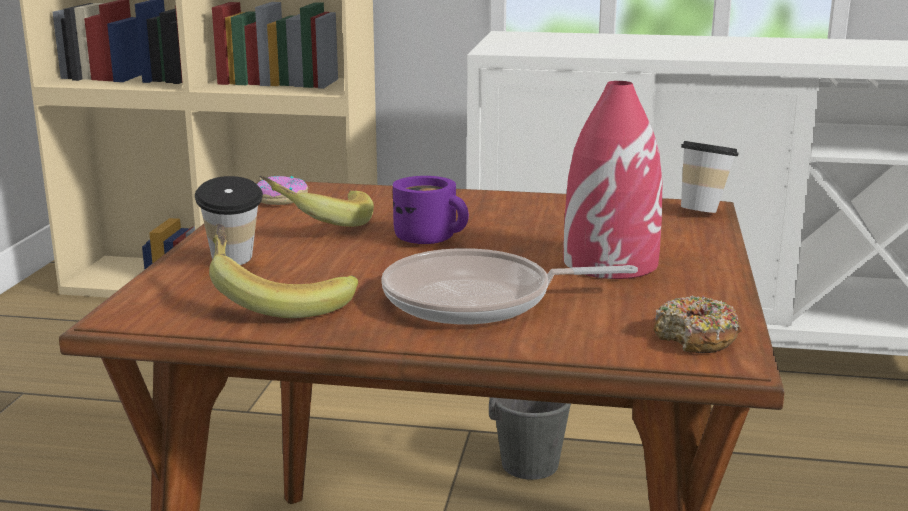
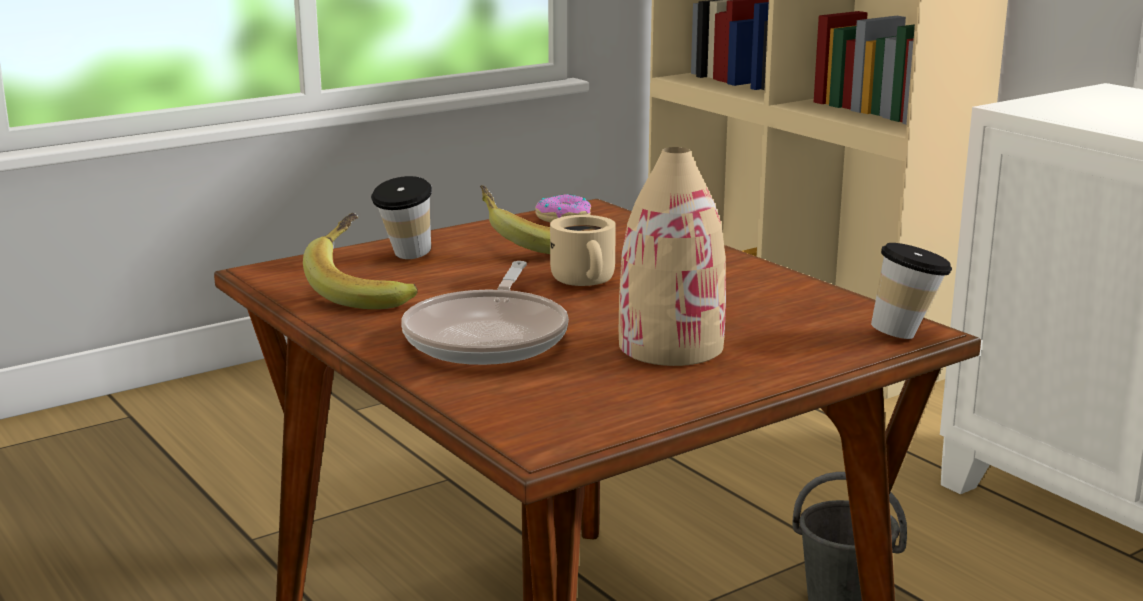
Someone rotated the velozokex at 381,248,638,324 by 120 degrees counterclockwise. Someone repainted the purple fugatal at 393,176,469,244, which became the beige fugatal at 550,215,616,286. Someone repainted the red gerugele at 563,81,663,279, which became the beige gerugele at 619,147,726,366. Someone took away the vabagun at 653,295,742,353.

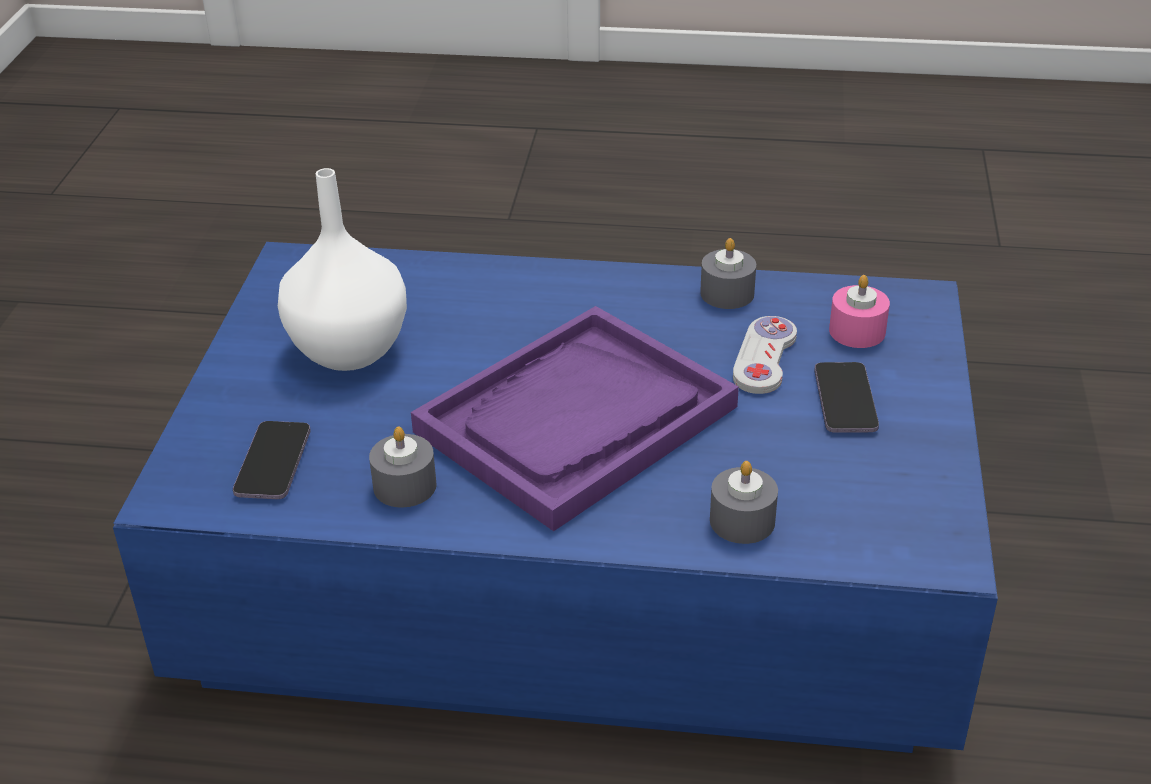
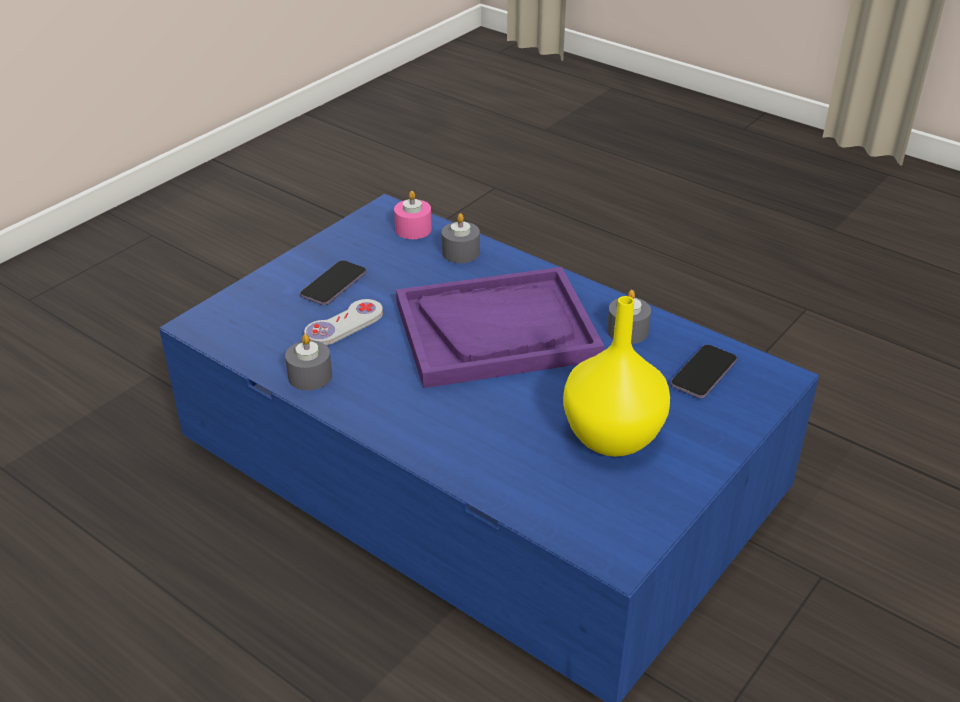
Someone carried the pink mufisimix from 829,275,890,348 to 394,191,432,239. Someone repainted the white gerugele at 278,168,407,371, which became the yellow gerugele at 563,296,670,457.

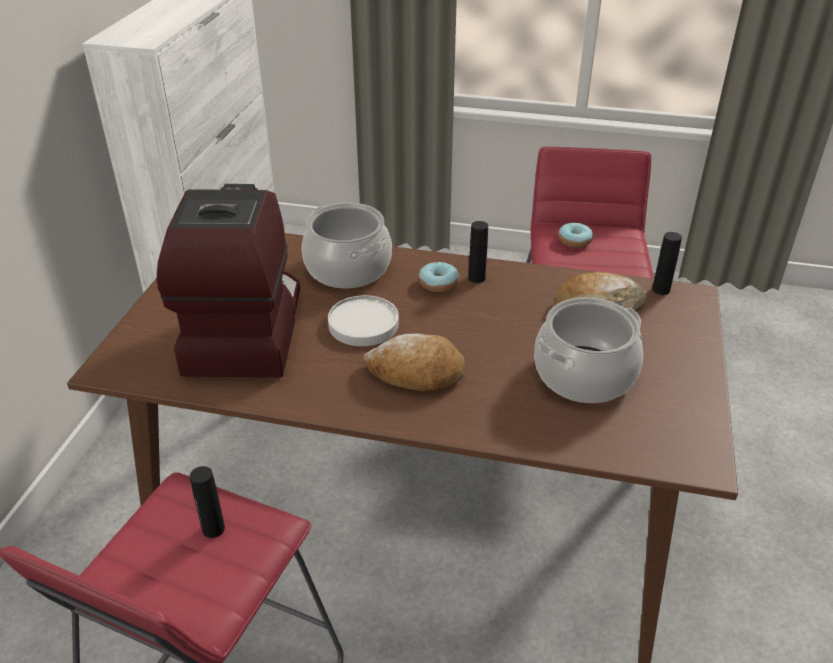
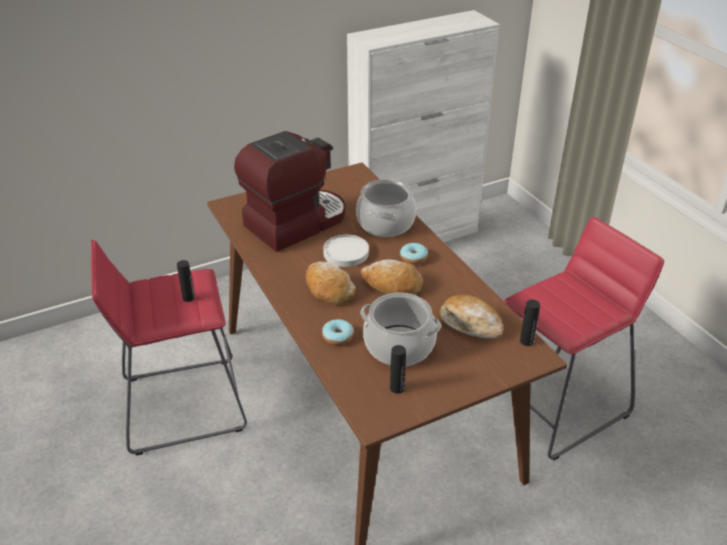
Someone carried the vabagun from 558,222,593,248 to 322,319,354,345. Someone put down the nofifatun at 361,259,423,294. Someone carried the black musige from 469,221,488,283 to 390,345,406,394.

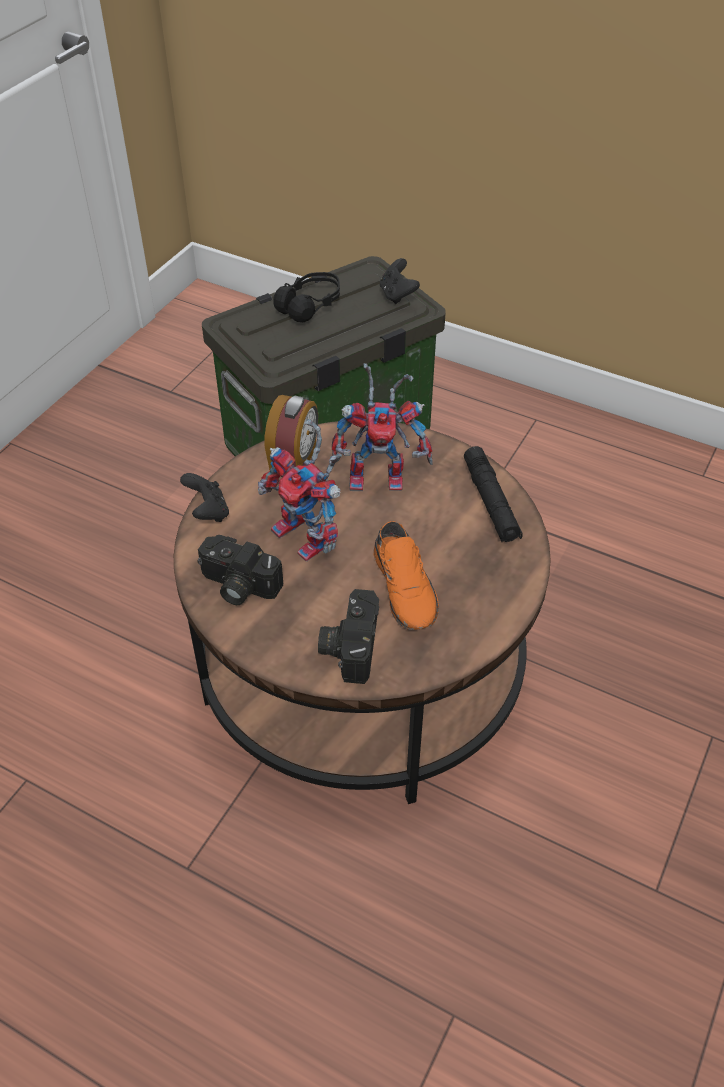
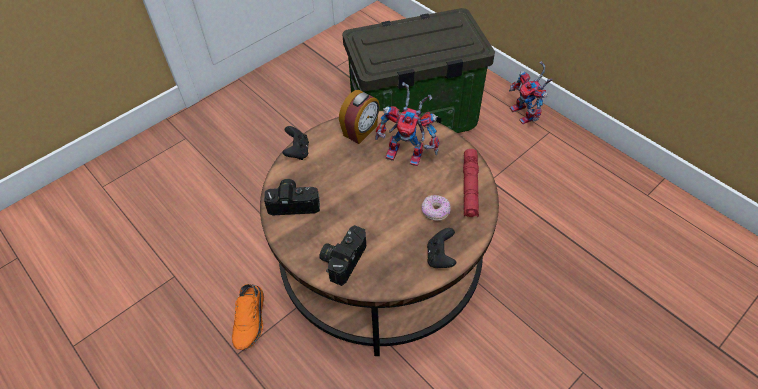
Someone carried the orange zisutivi from 374,521,439,630 to 232,284,264,350. Someone rotated the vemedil at 198,535,284,605 by 135 degrees clockwise. Someone put down the vabagun at 422,195,451,221. Someone carried the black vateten from 380,258,420,304 to 427,228,456,268. Someone repainted the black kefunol at 464,446,523,542, which became the red kefunol at 463,149,479,218. Someone carried the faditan from 258,419,342,561 to 509,61,552,124. Someone took away the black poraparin at 273,272,340,322.

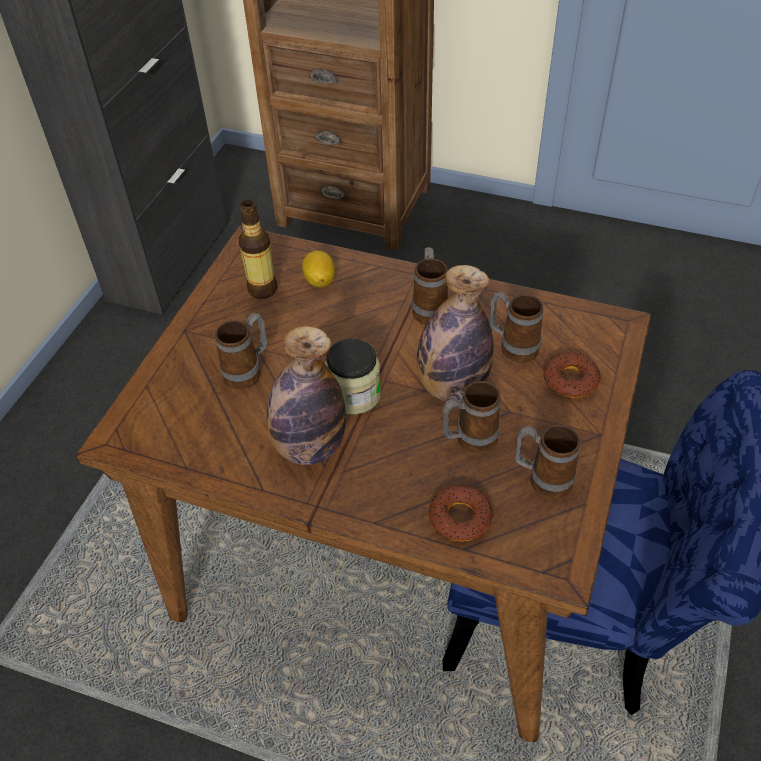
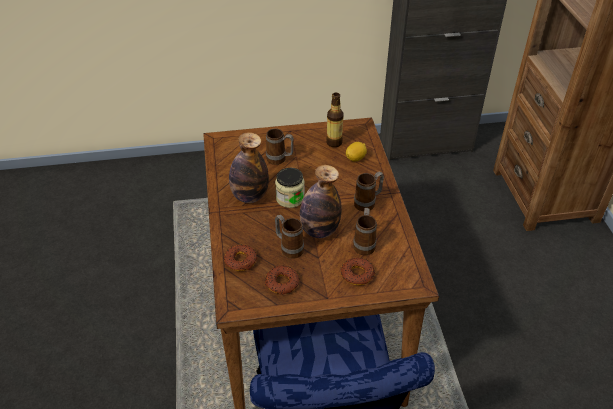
Someone swapped the fugatal at 515,425,581,499 for the vabagun at 265,265,299,294.

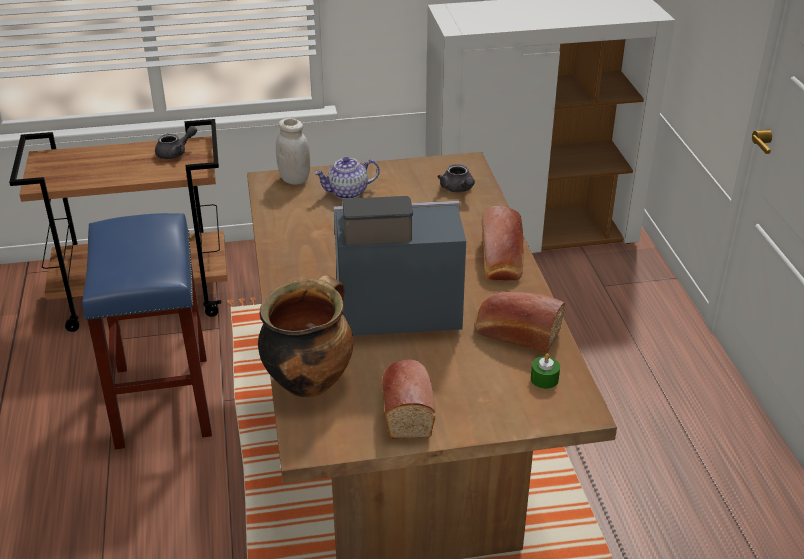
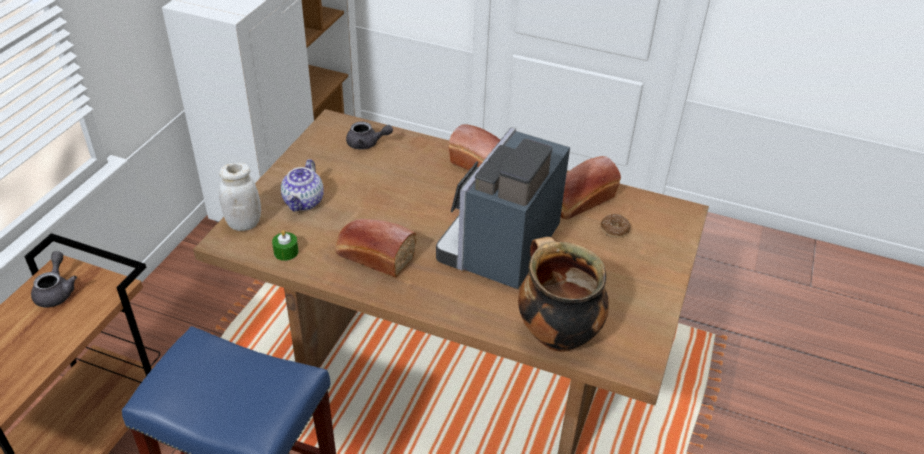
Someone carried the green mufisimix from 531,354,560,389 to 272,230,299,261. Someone carried the nofifatun from 382,359,435,439 to 335,219,416,278. Someone put down the vabagun at 601,214,630,237.

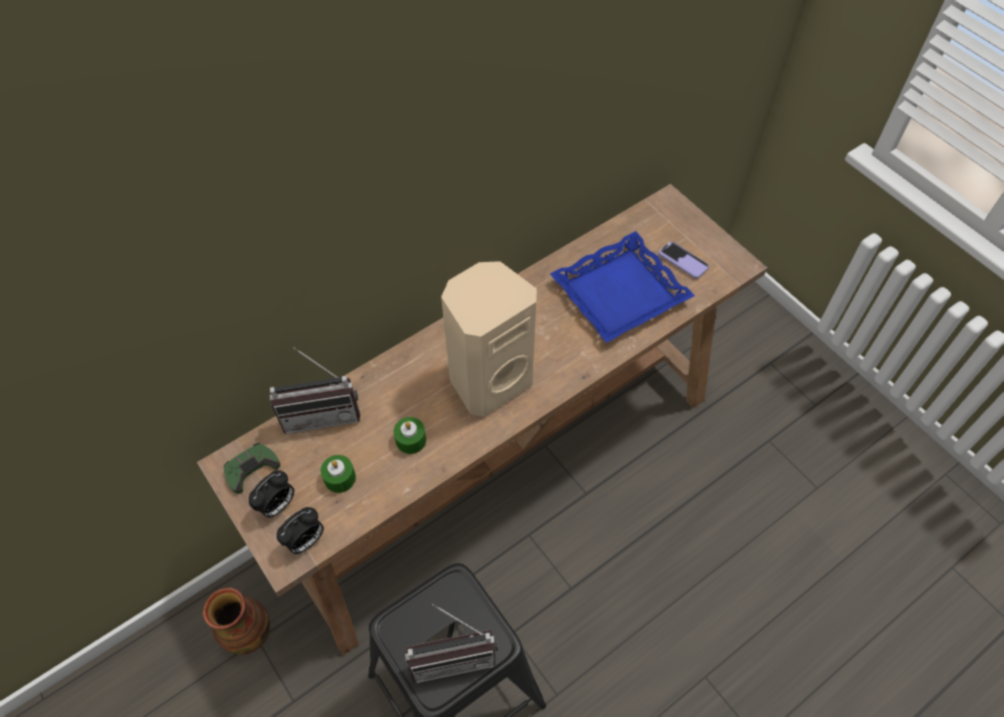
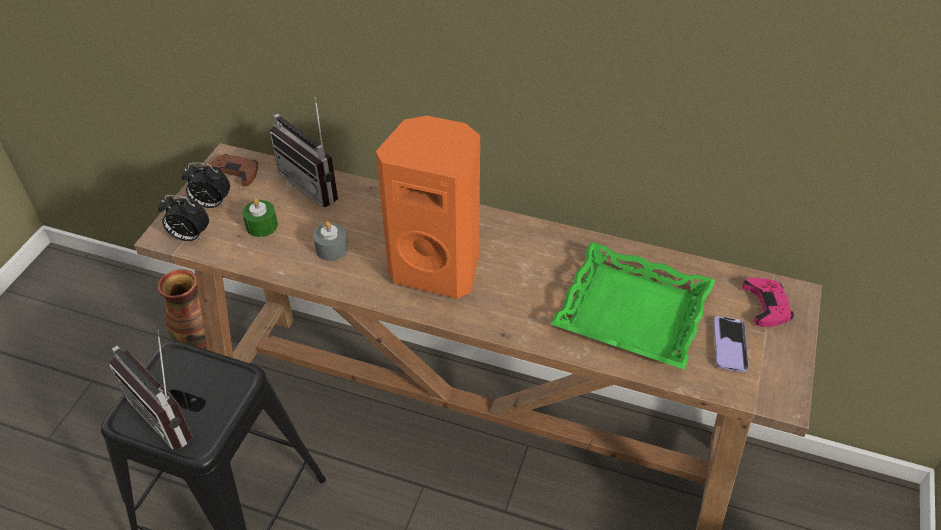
Someone repainted the green vateten at 224,443,280,494, which became the brown vateten at 207,154,258,186. Someone repainted the green mufisimix at 394,417,426,454, which became the grey mufisimix at 313,221,348,261. Someone repainted the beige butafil at 441,261,537,417, which became the orange butafil at 376,116,480,299. Someone repainted the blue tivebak at 550,231,695,343, which became the green tivebak at 551,242,715,370. Someone put down the pink vateten at 742,278,794,327.

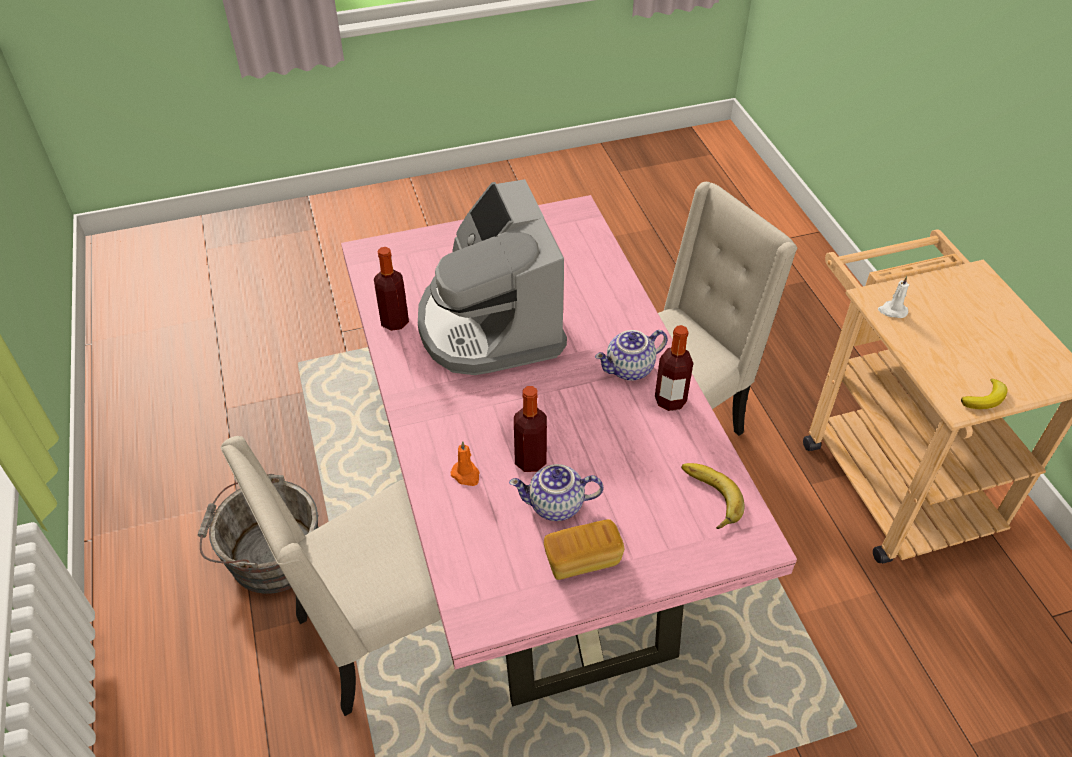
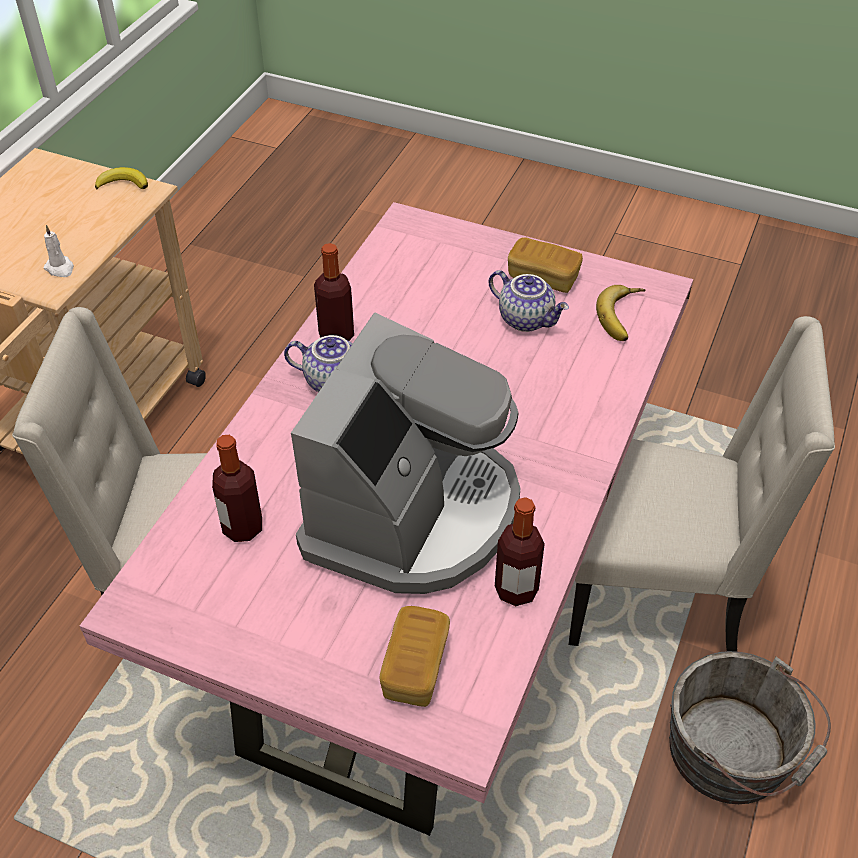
Someone carried the musige from 514,386,547,472 to 212,435,262,542. Someone put down the nofifatun at 380,606,450,707. Someone carried the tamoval from 681,463,745,529 to 596,285,645,341. Someone took away the orange mufisimix at 450,441,480,486.

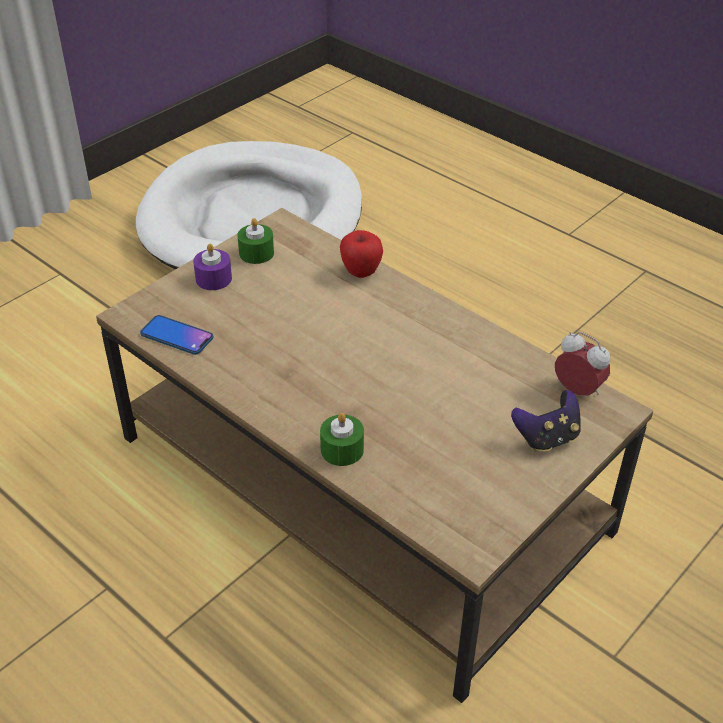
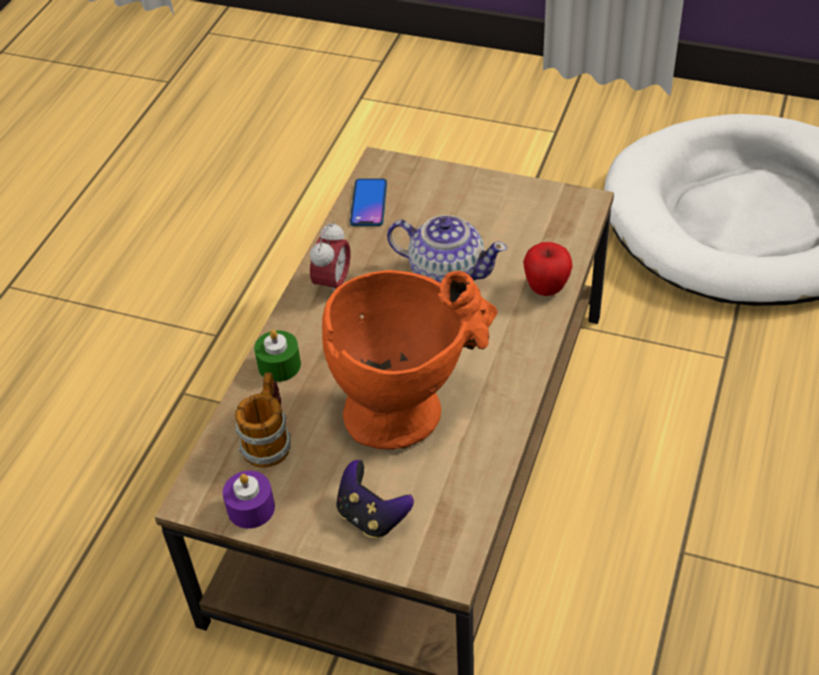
Someone carried the purple mufisimix from 193,243,232,290 to 223,471,275,529. Someone put down the fugatal at 235,372,291,467. Someone carried the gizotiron from 555,332,611,396 to 310,222,351,292. Someone put down the orange gerugele at 322,270,498,450. Someone put down the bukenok at 387,215,507,283. Someone took away the green mufisimix at 237,218,274,264.

